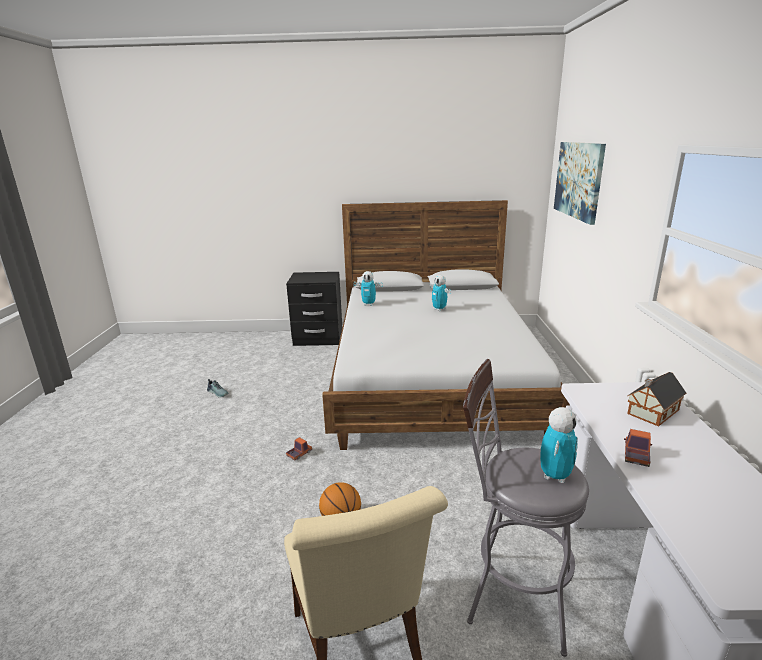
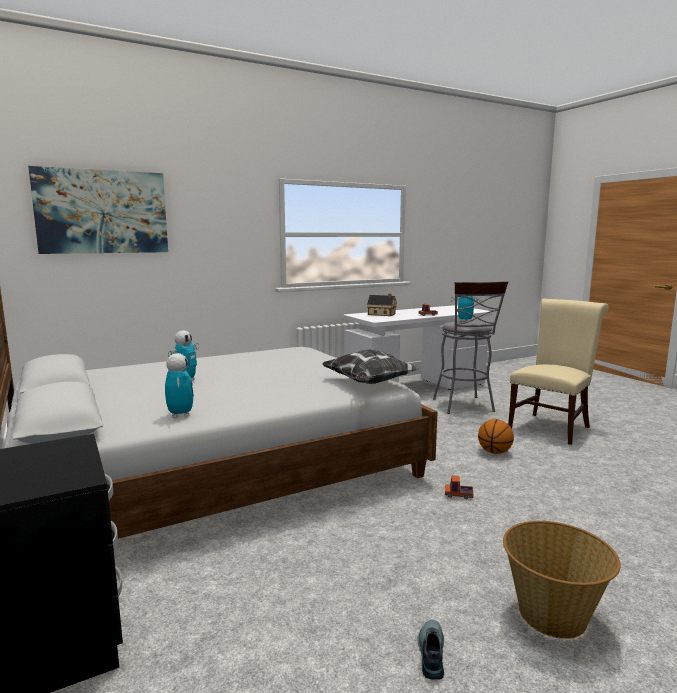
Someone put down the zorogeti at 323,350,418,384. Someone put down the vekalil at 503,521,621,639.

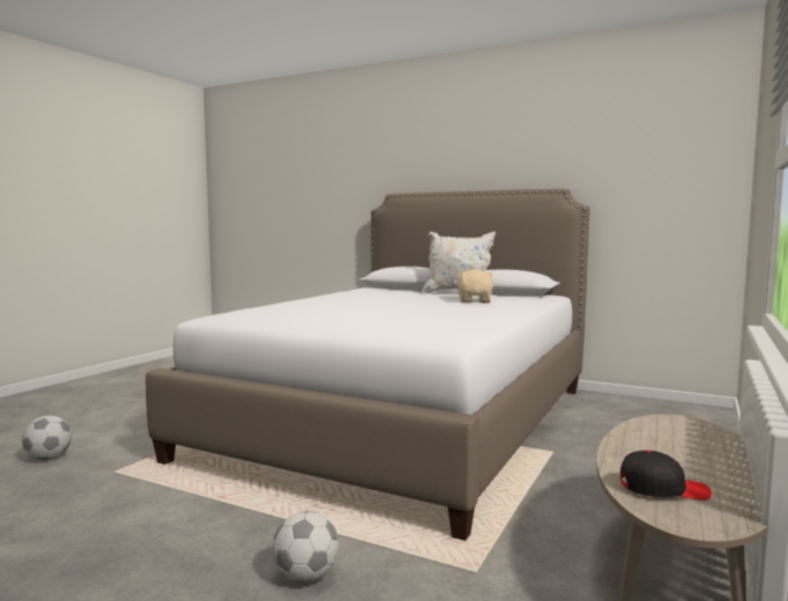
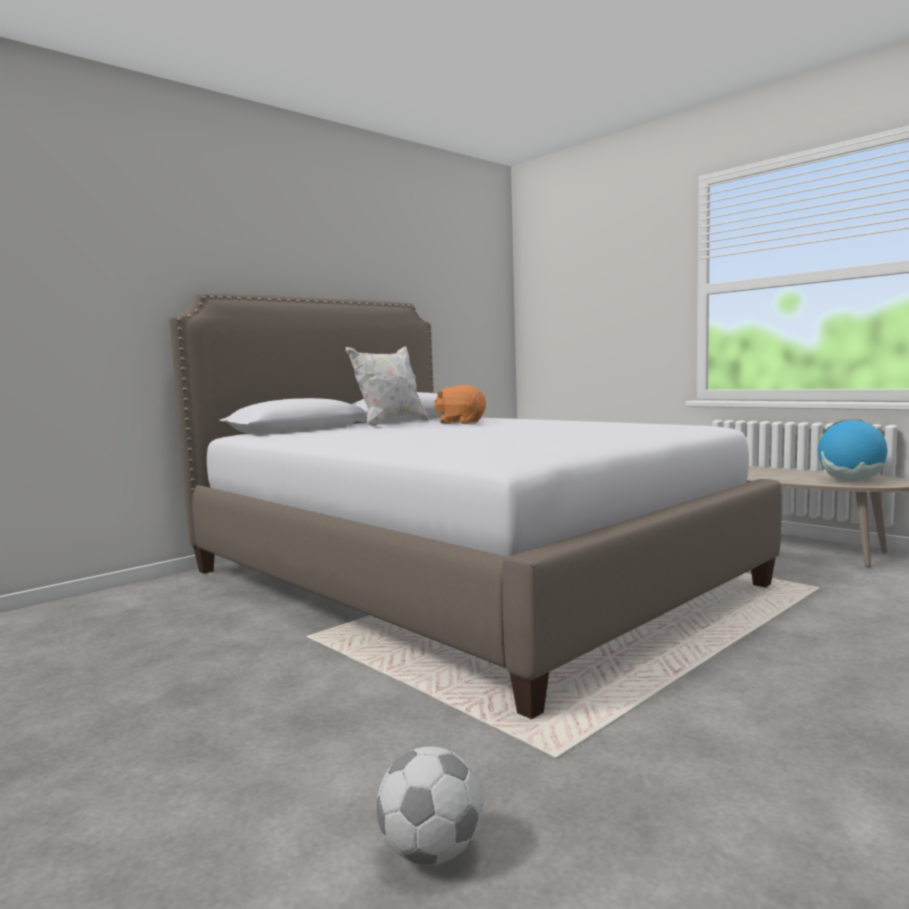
Someone repainted the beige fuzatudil at 456,269,493,303, which became the orange fuzatudil at 434,385,486,424. Someone swapped the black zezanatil at 620,450,712,500 for the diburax at 818,420,887,481. Someone took away the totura at 272,511,339,583.

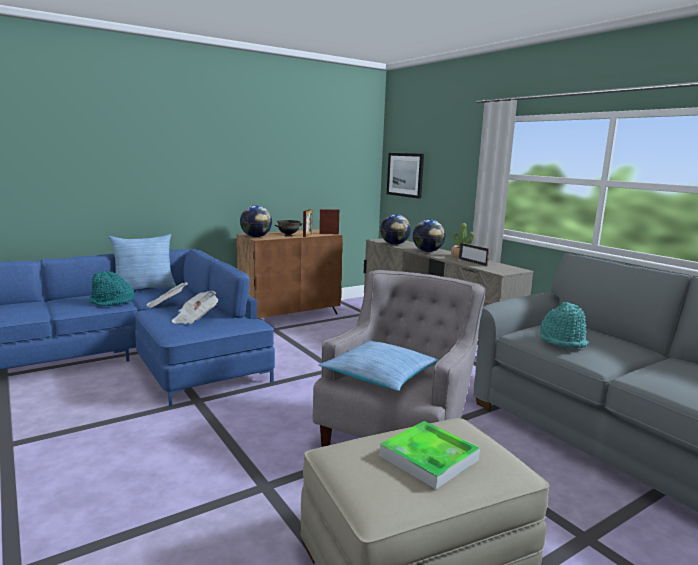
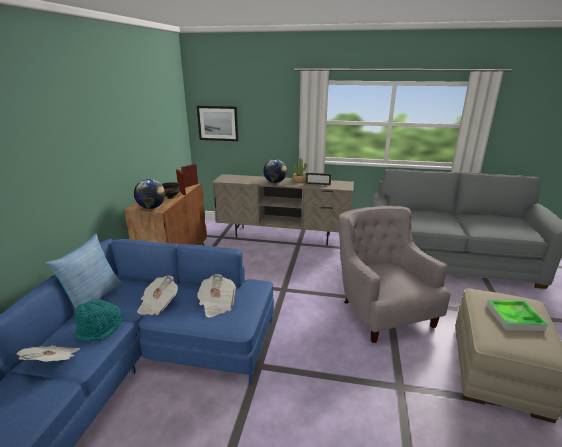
Someone put down the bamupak at 16,345,80,362. Someone took away the zorogeti at 318,340,439,391. Someone took away the diburax at 380,214,411,245. Someone took away the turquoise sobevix at 540,302,589,349.

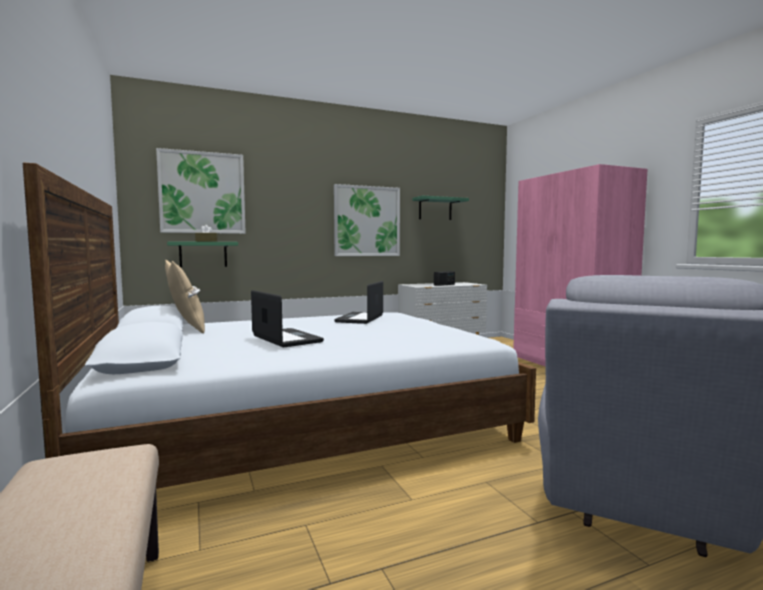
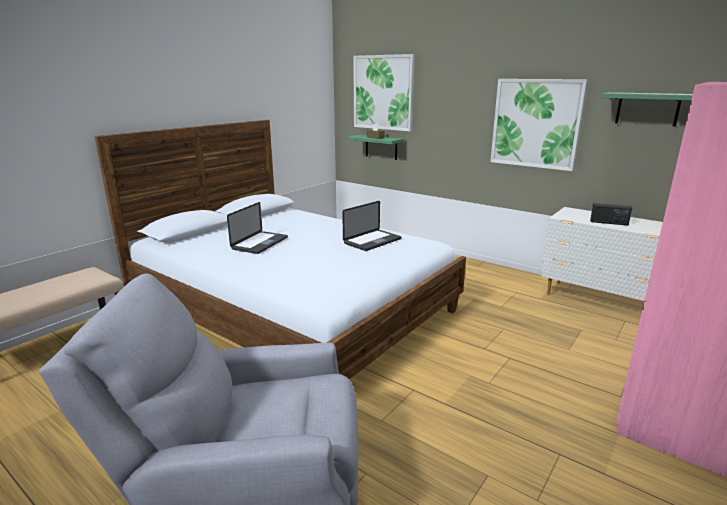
Someone rotated the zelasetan at 334,281,383,324 by 150 degrees clockwise. Someone took away the beige zorogeti at 165,260,205,333.

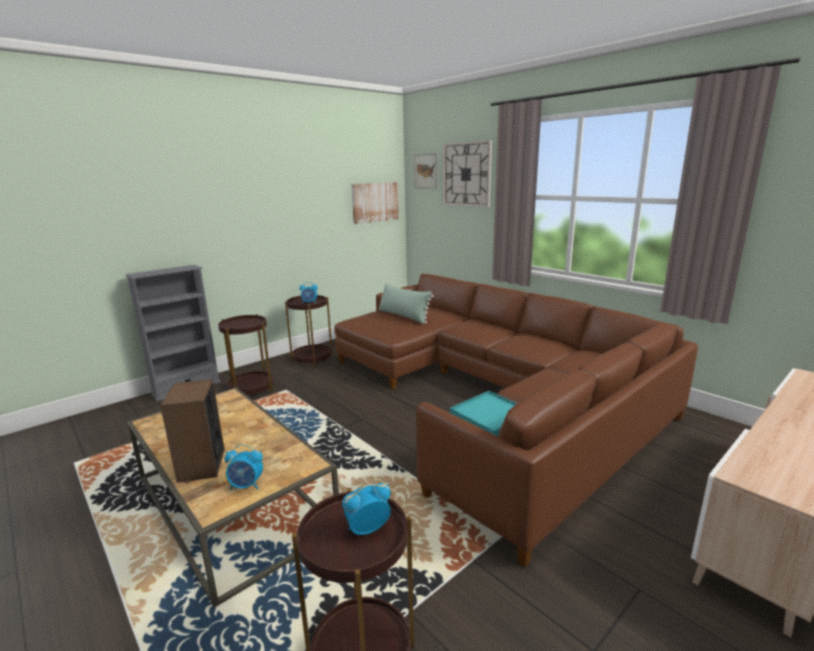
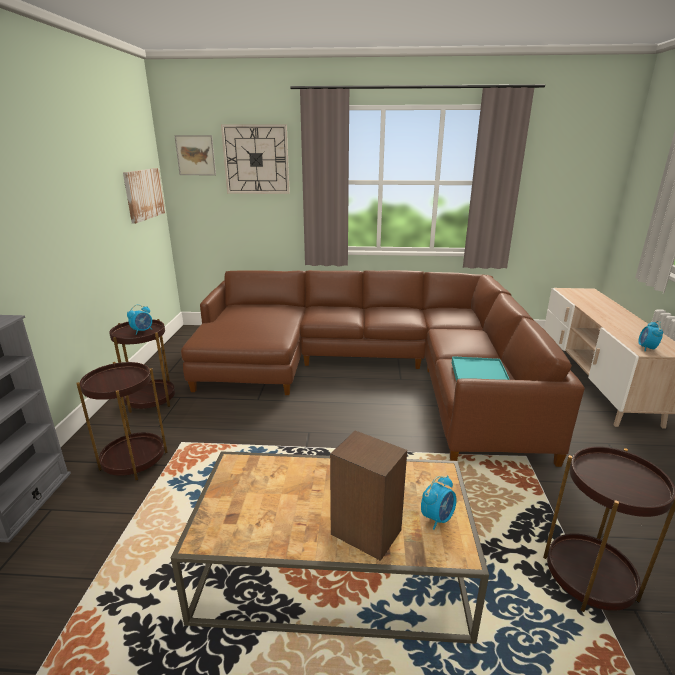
Someone carried the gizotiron from 342,483,391,535 to 638,321,663,352. Someone took away the green zorogeti at 379,283,434,324.

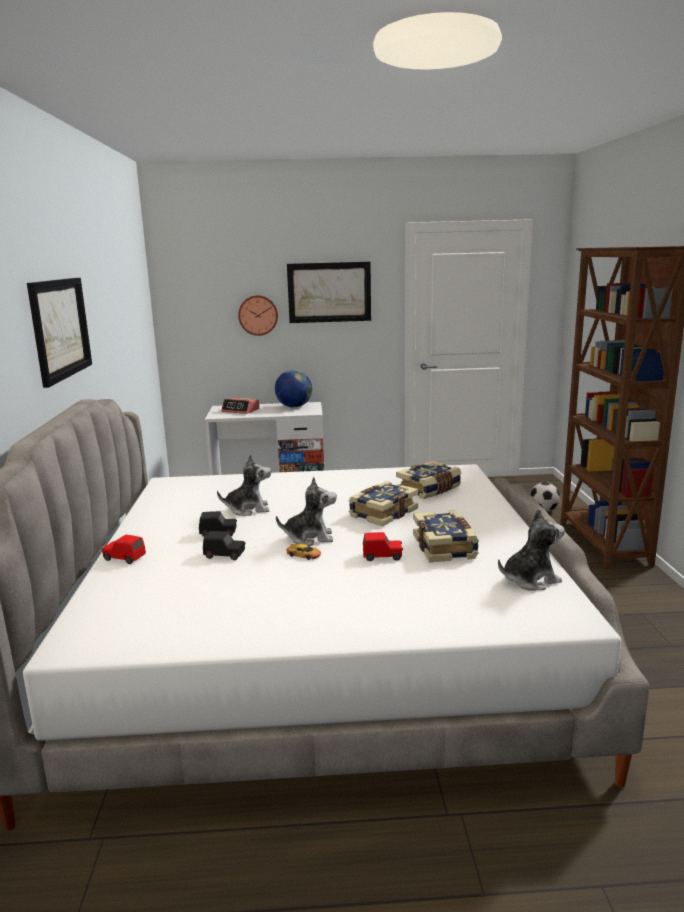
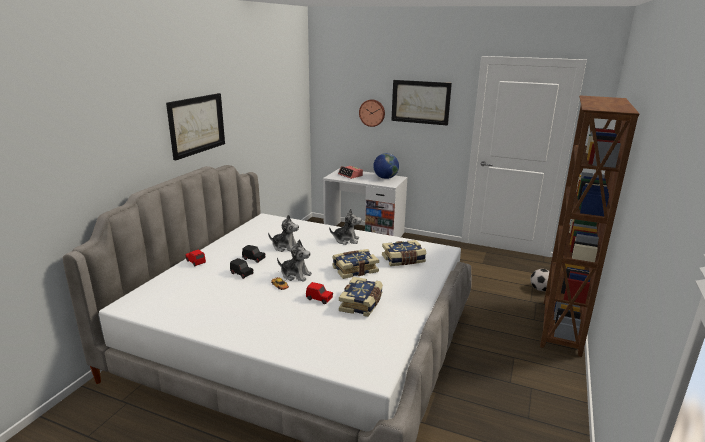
Someone carried the fuzatudil from 498,509,565,590 to 329,209,362,245.

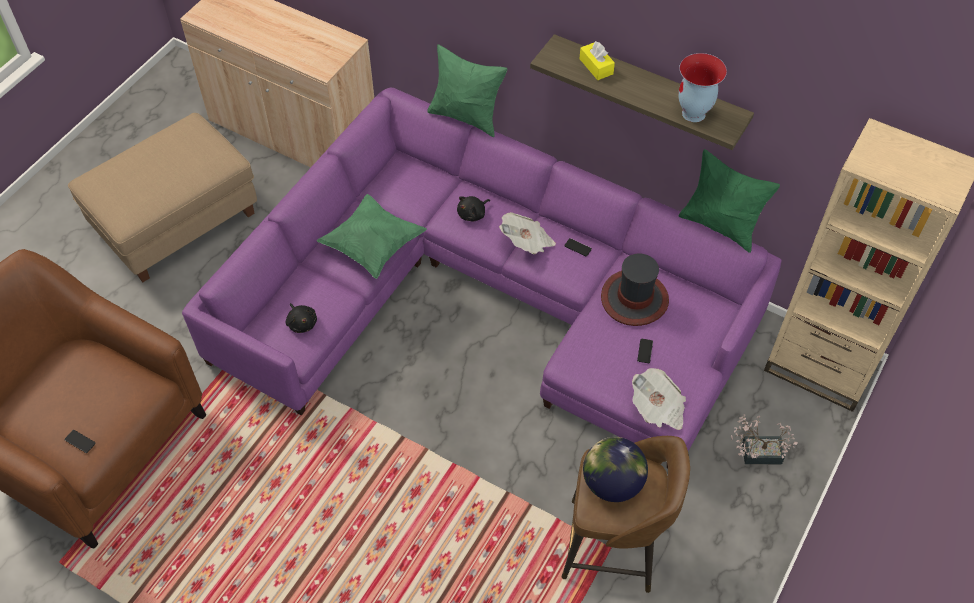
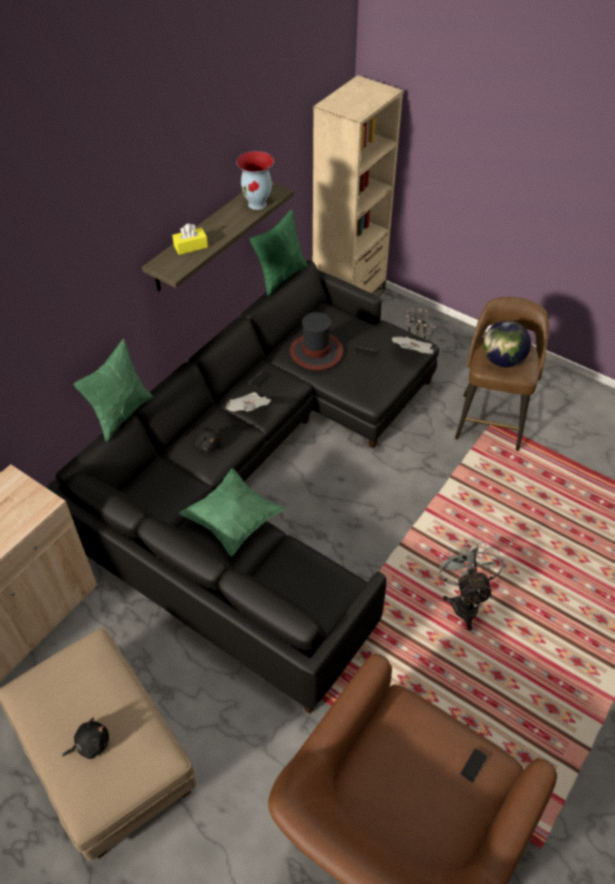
Someone repainted the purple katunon at 182,88,782,469, which became the black katunon at 46,260,439,714. Someone carried the black fuzatudil from 286,303,317,333 to 62,718,109,759. Someone put down the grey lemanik at 438,541,503,631.

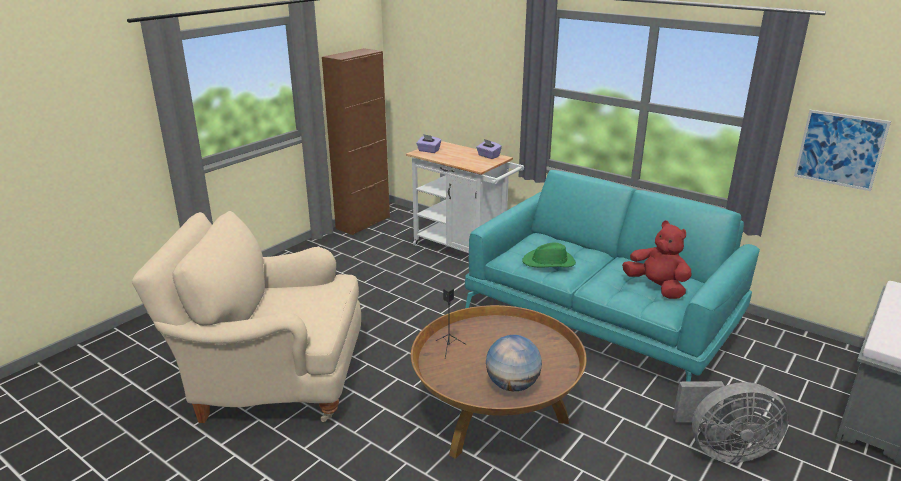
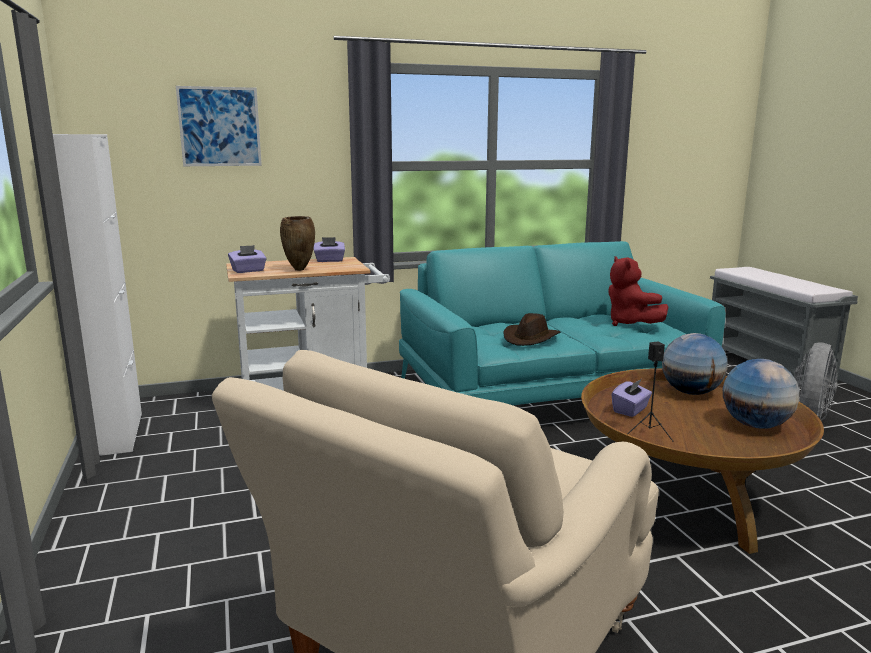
Someone repainted the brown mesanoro at 322,48,390,235, which became the white mesanoro at 53,134,142,456. Someone carried the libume from 794,110,891,191 to 176,86,262,166. Someone put down the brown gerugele at 280,216,315,271. Someone repainted the green sobevix at 522,243,576,267, which became the brown sobevix at 504,313,560,346. Someone rotated the red fuzatudil at 622,221,691,299 by 105 degrees counterclockwise. Someone put down the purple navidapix at 611,379,652,417. Someone put down the diburax at 662,333,728,395.

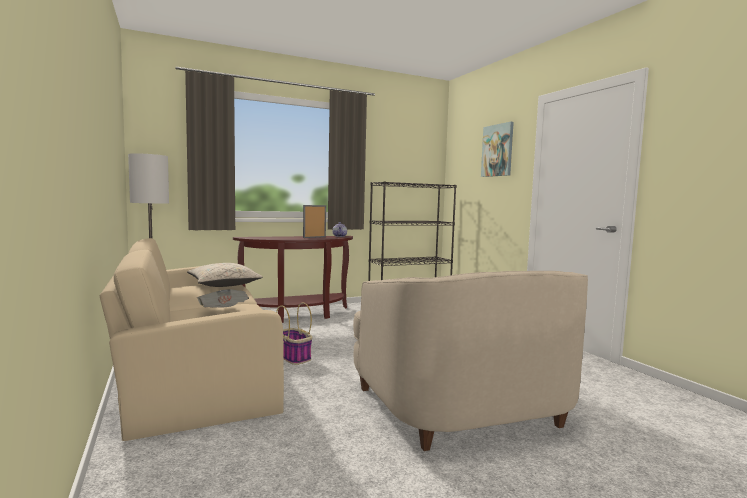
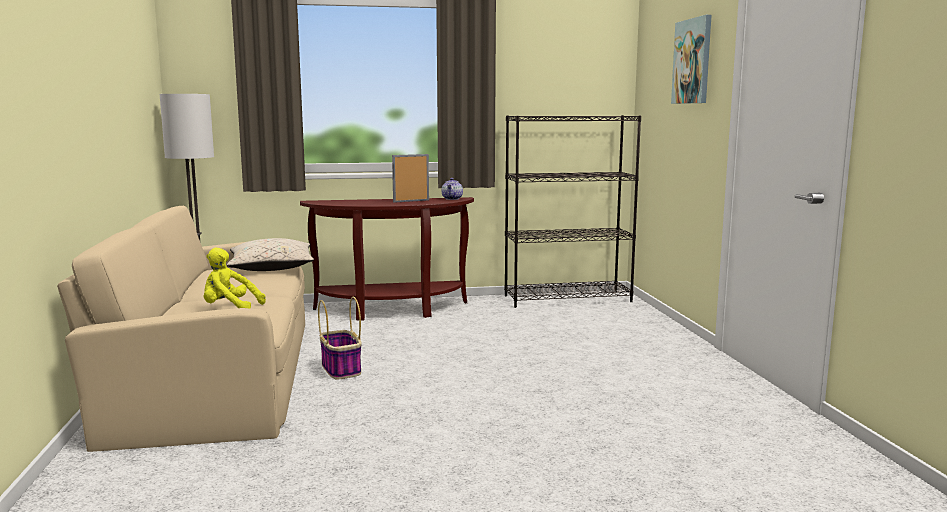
Someone swapped the bamupak at 197,289,249,308 for the yellow fuzatudil at 204,247,266,309. Someone took away the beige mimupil at 353,271,588,451.

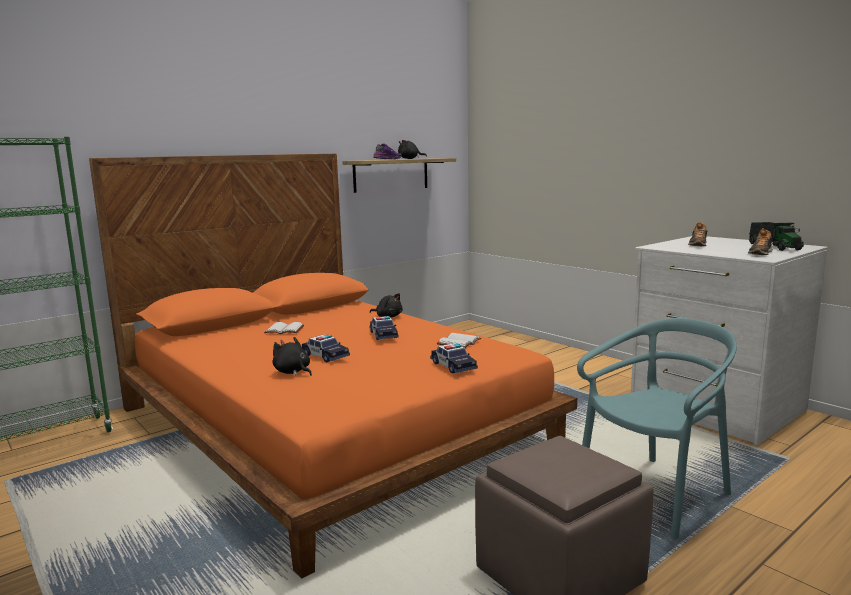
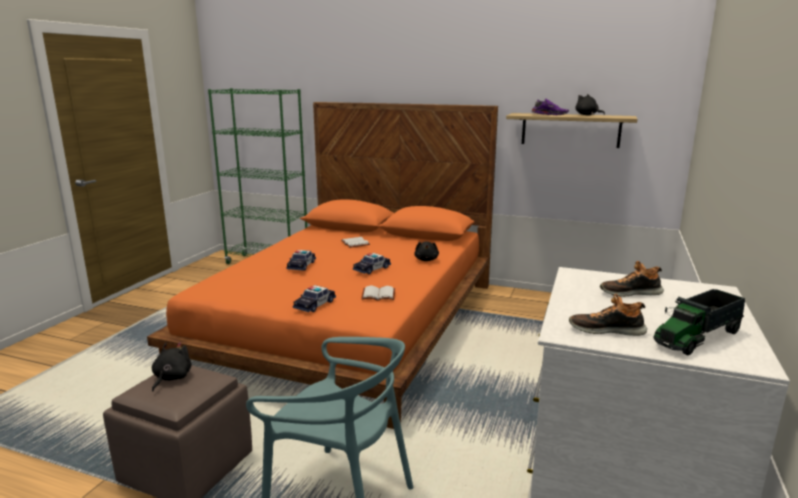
Someone carried the black fuzatudil from 272,337,312,376 to 152,342,192,392.

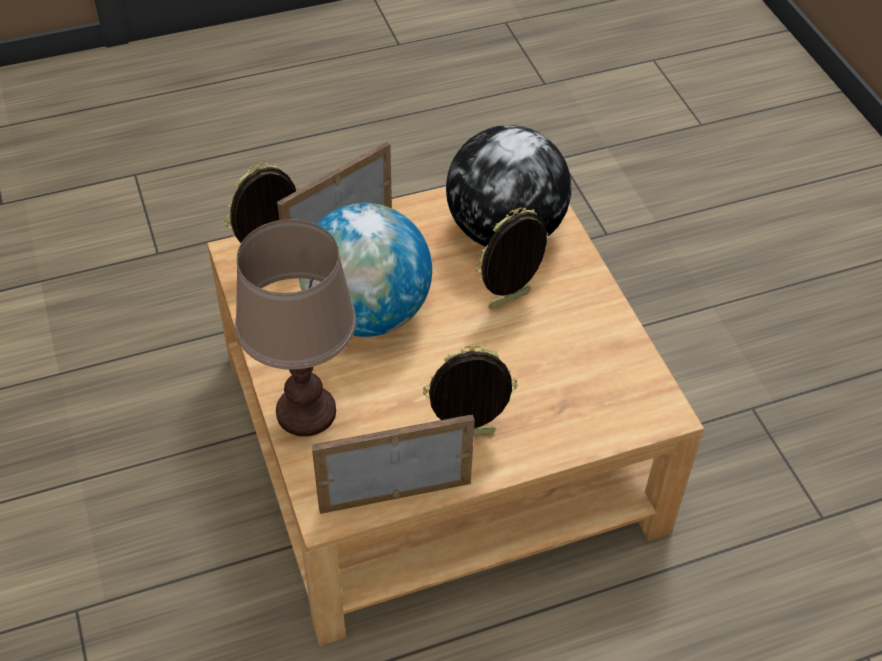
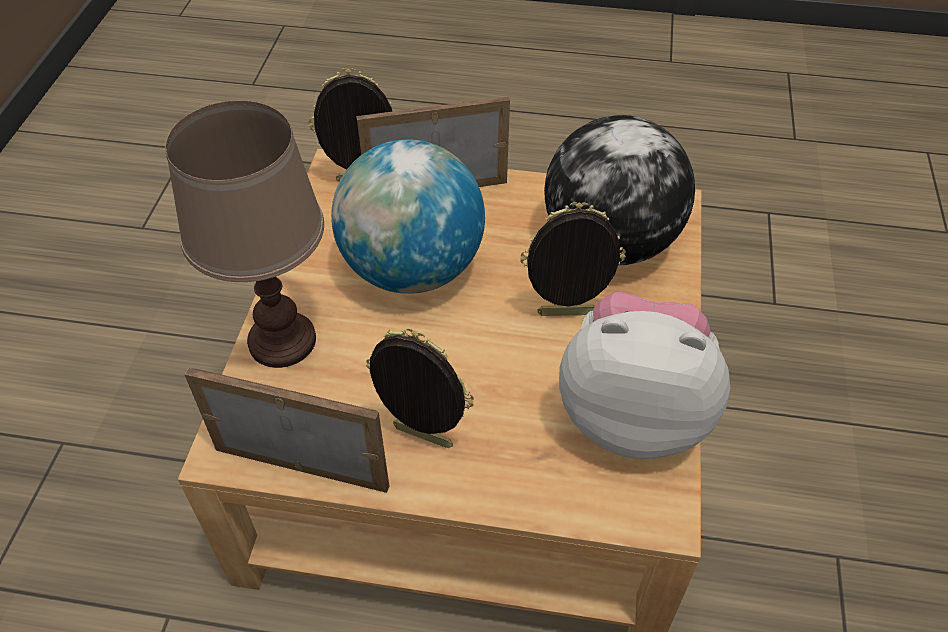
Someone put down the fuzatudil at 559,292,730,459.

